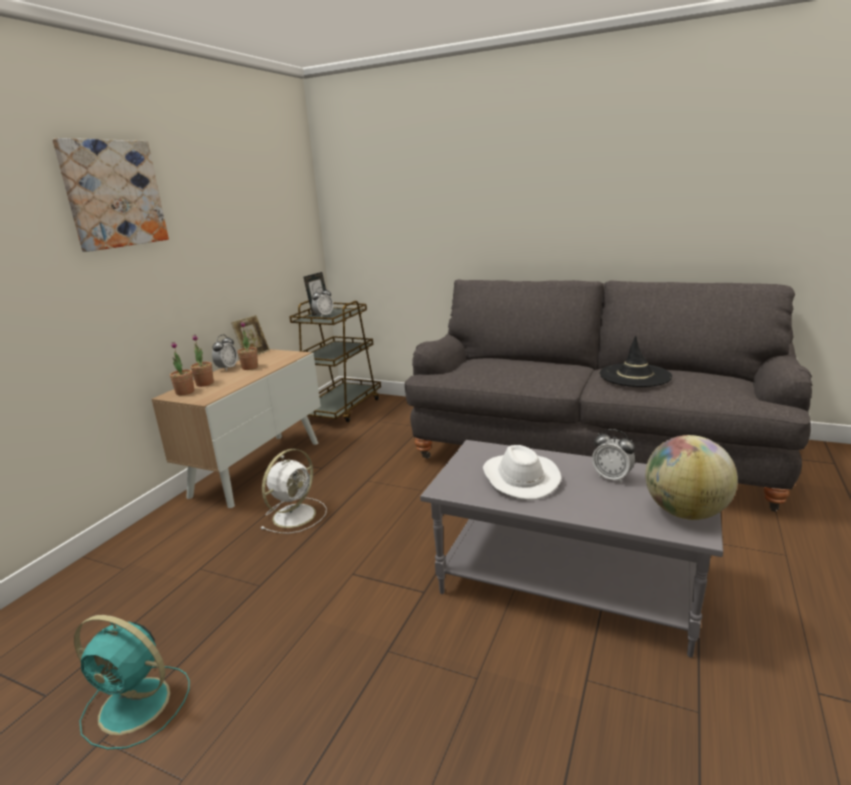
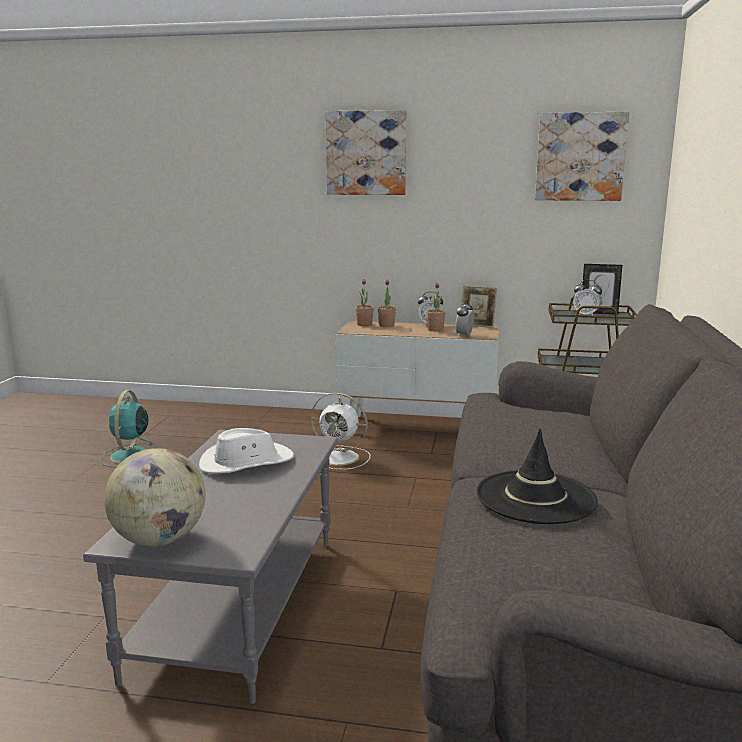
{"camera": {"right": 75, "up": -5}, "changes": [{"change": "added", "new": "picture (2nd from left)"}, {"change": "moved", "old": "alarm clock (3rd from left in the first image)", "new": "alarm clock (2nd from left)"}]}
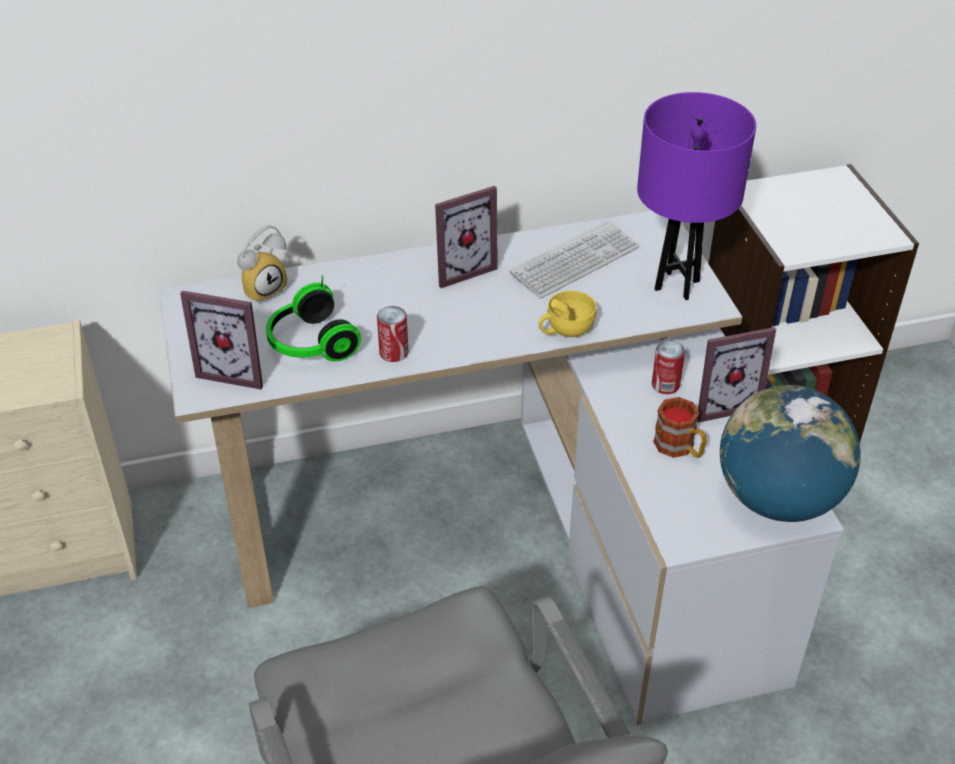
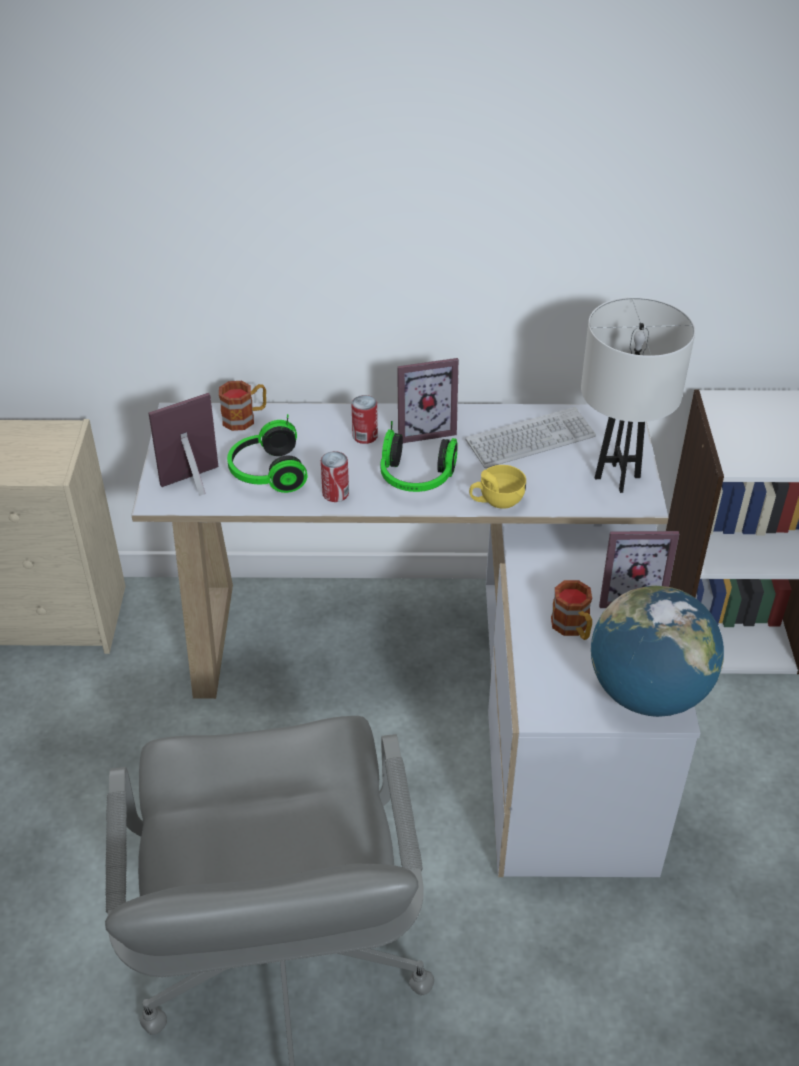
{"camera": {"right": 15, "up": 0}, "changes": [{"change": "added", "new": "headphones (2nd from left)"}, {"change": "moved", "old": "can (2nd from left)"}, {"change": "replaced", "old": "alarm clock", "new": "mug (1st from left)"}, {"change": "recoloured", "old": "table lamp in purple", "new": "table lamp in white"}, {"change": "turned", "old": "picture frame (1st from left)", "degrees": 120}]}
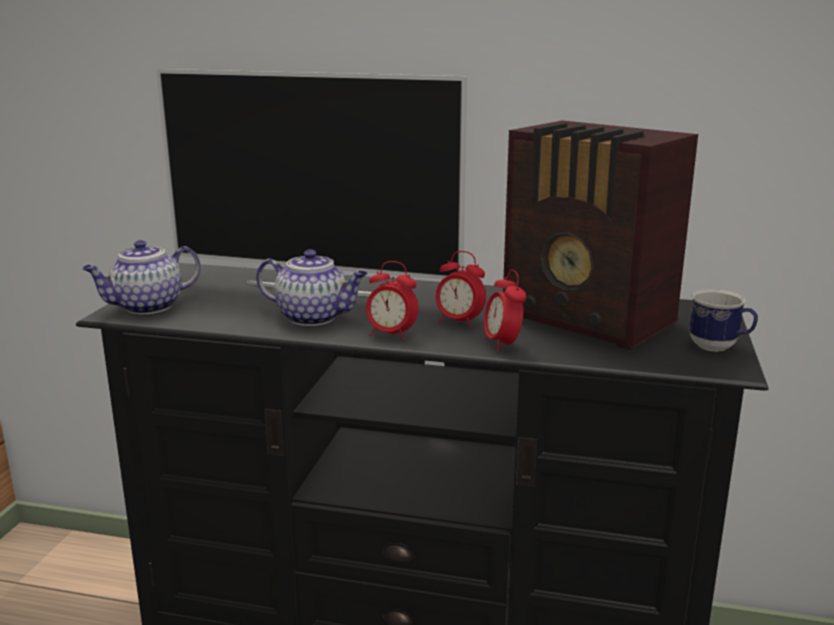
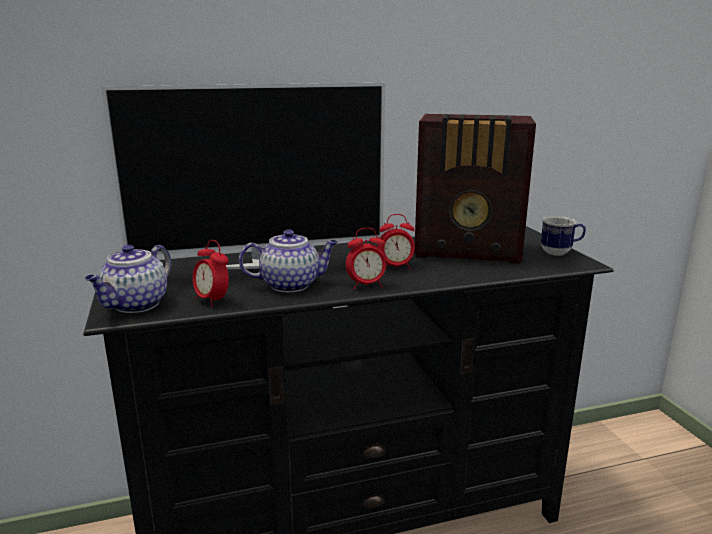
{"camera": {"right": -30, "up": 0}, "changes": [{"change": "moved", "old": "alarm clock (3rd from left in the first image)", "new": "alarm clock (1st from left)"}]}
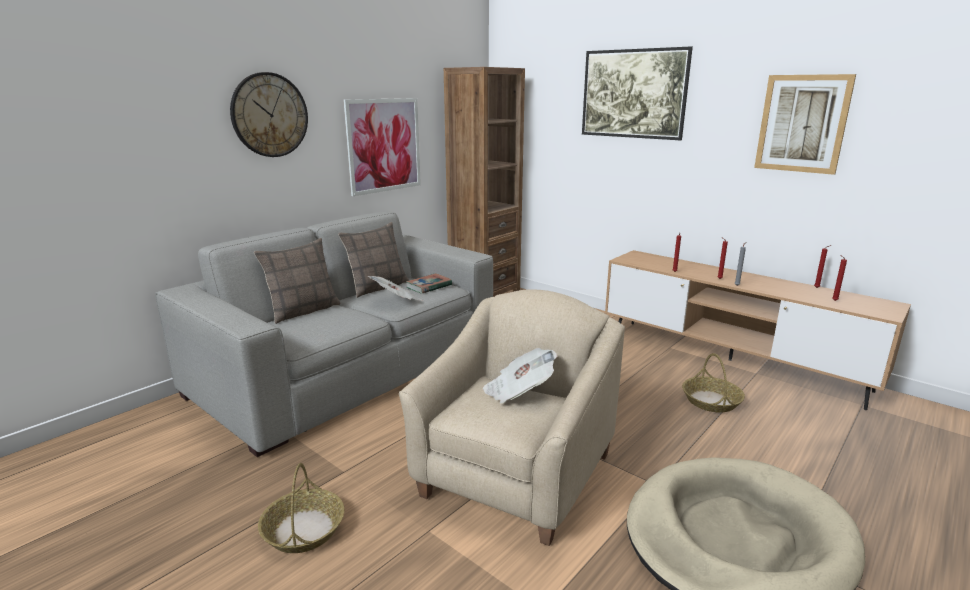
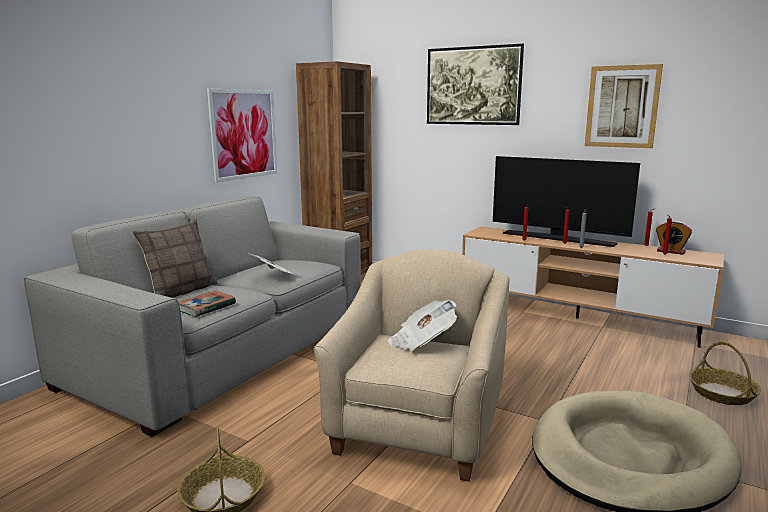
{"camera": {"right": -10, "up": -5}, "changes": [{"change": "removed", "old": "wall clock"}, {"change": "removed", "old": "pillow (2nd from left)"}, {"change": "added", "new": "television"}, {"change": "added", "new": "alarm clock"}, {"change": "moved", "old": "book"}, {"change": "moved", "old": "basket (2nd from left)"}]}
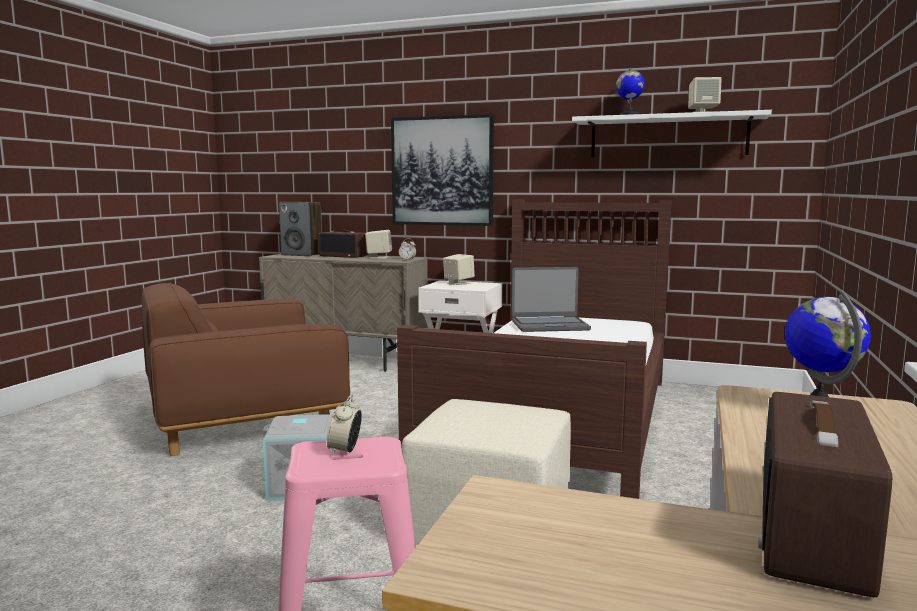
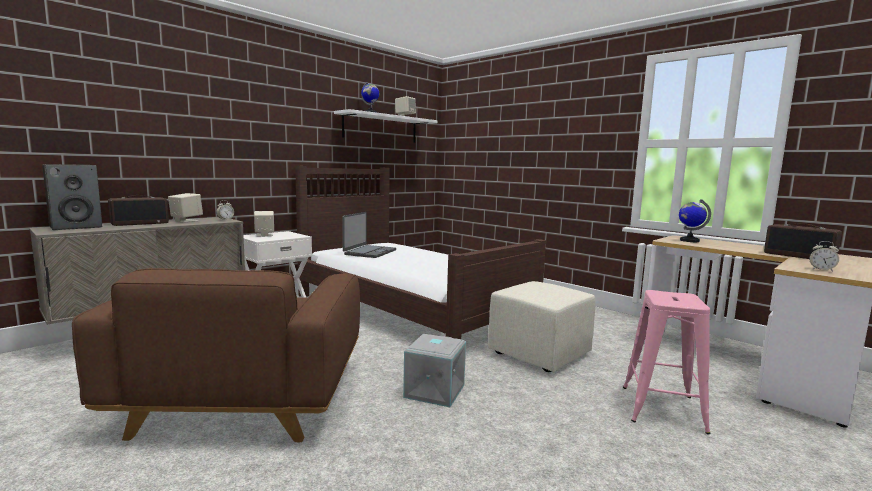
{"camera": {"right": -65, "up": 0}, "changes": [{"change": "removed", "old": "picture"}, {"change": "moved", "old": "alarm clock (1st from left in the first image)", "new": "alarm clock (2nd from left)"}]}
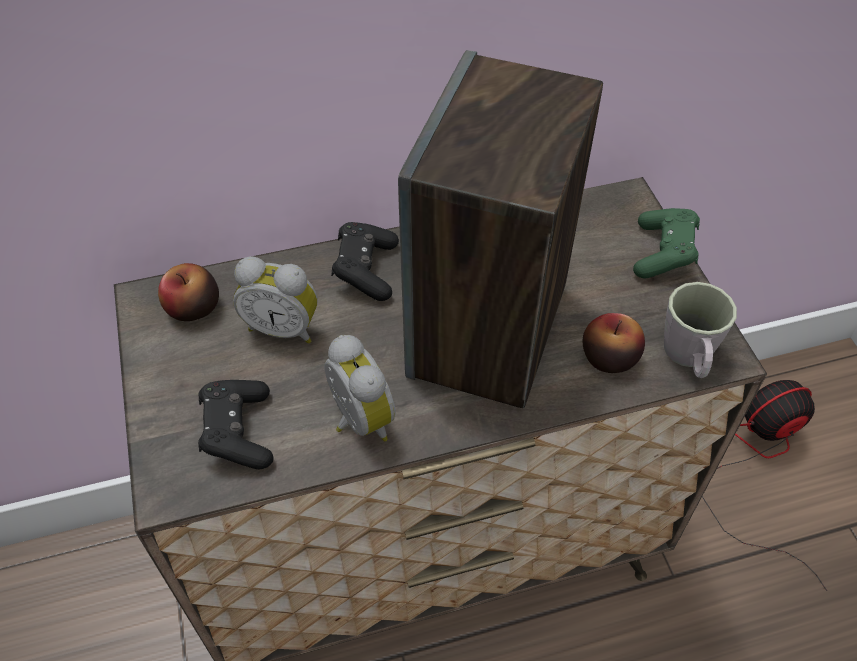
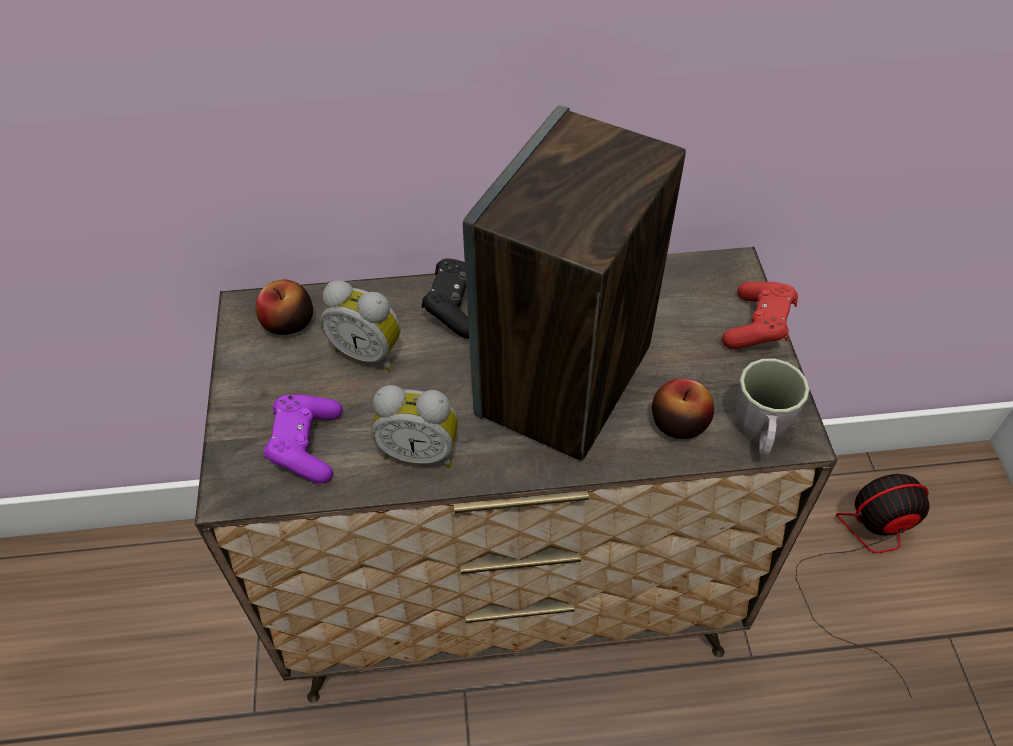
{"camera": {"right": 10, "up": 0}, "changes": [{"change": "recoloured", "old": "game controller in black (1st from left)", "new": "game controller in purple"}, {"change": "recoloured", "old": "game controller in green", "new": "game controller in red"}, {"change": "turned", "old": "alarm clock (2nd from left)", "degrees": 120}]}
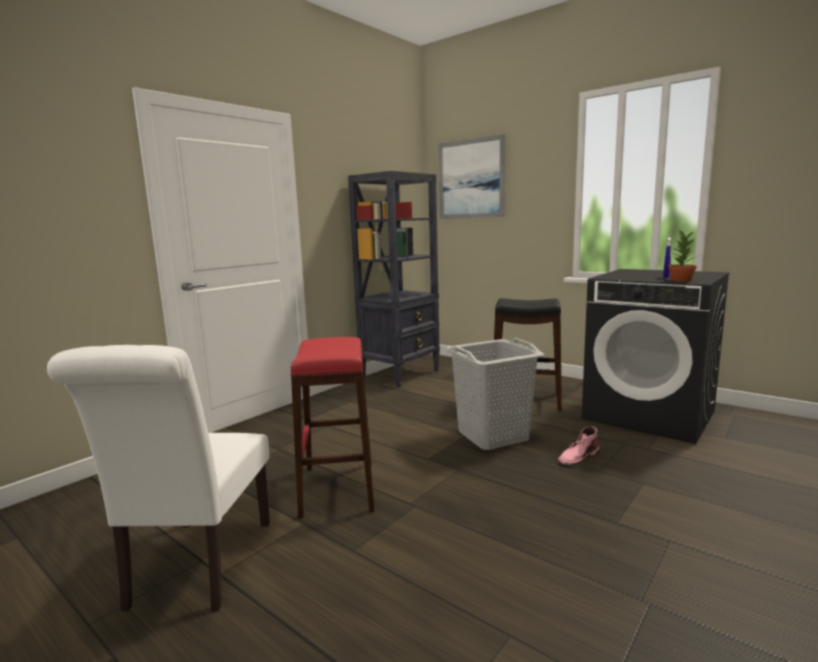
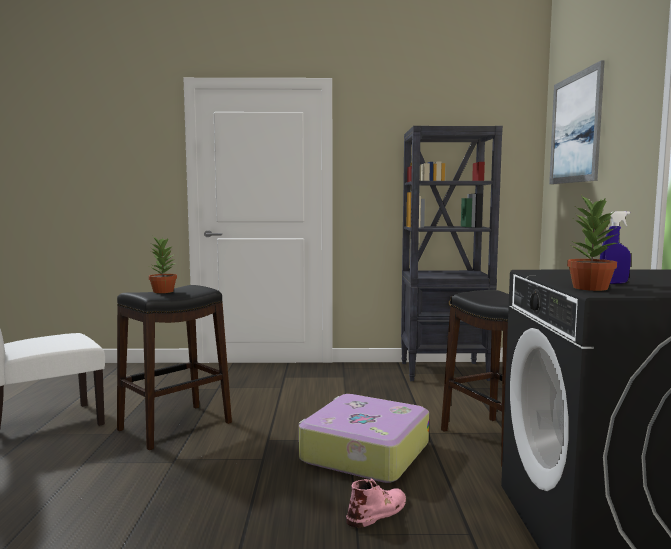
{"camera": {"right": 50, "up": -5}, "changes": [{"change": "added", "new": "potted plant (1st from left)"}, {"change": "replaced", "old": "laundry basket in grey", "new": "suitcase"}, {"change": "recoloured", "old": "stool in red", "new": "stool in black (1st from left)"}, {"change": "turned", "old": "boot in pink", "degrees": 120}]}
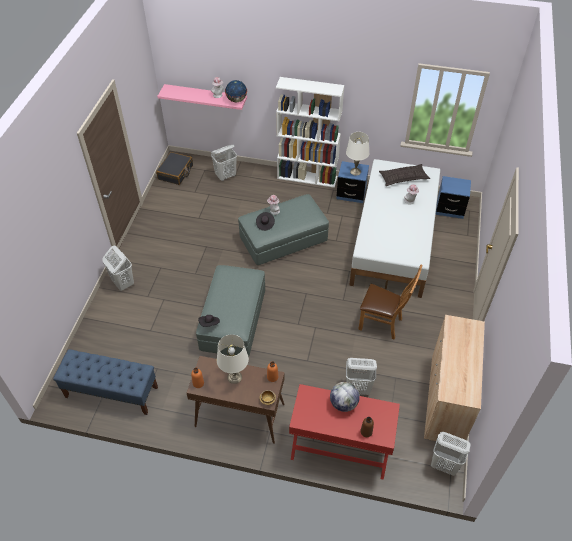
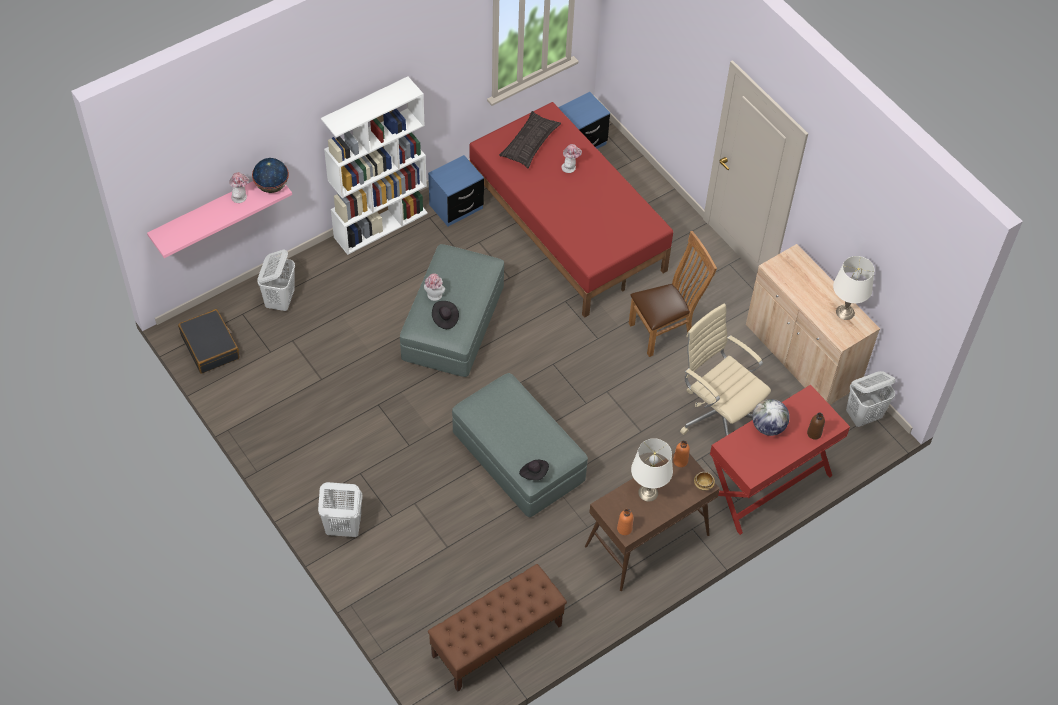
{"camera": {"right": -50, "up": 5}, "changes": [{"change": "moved", "old": "table lamp in white (2nd from left)"}, {"change": "replaced", "old": "laundry basket in white (3rd from left)", "new": "office chair in beige"}, {"change": "recoloured", "old": "bench in blue", "new": "bench in brown"}, {"change": "recoloured", "old": "bed in white", "new": "bed in red"}]}
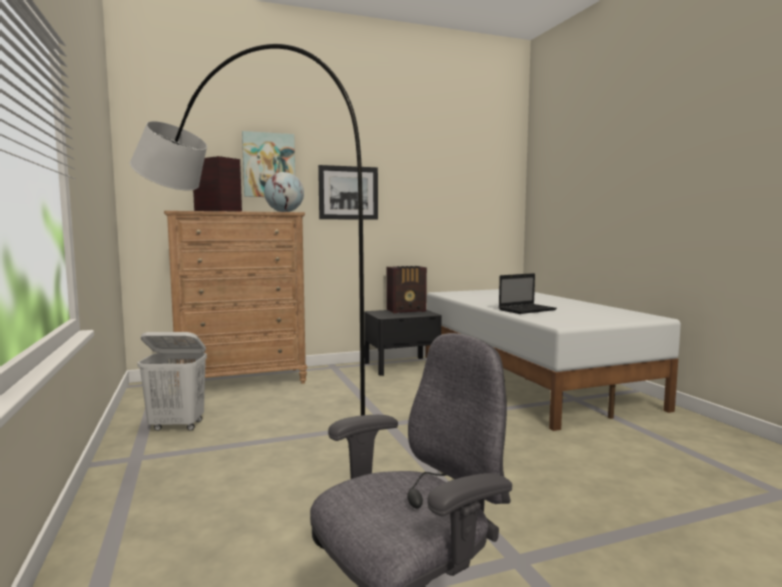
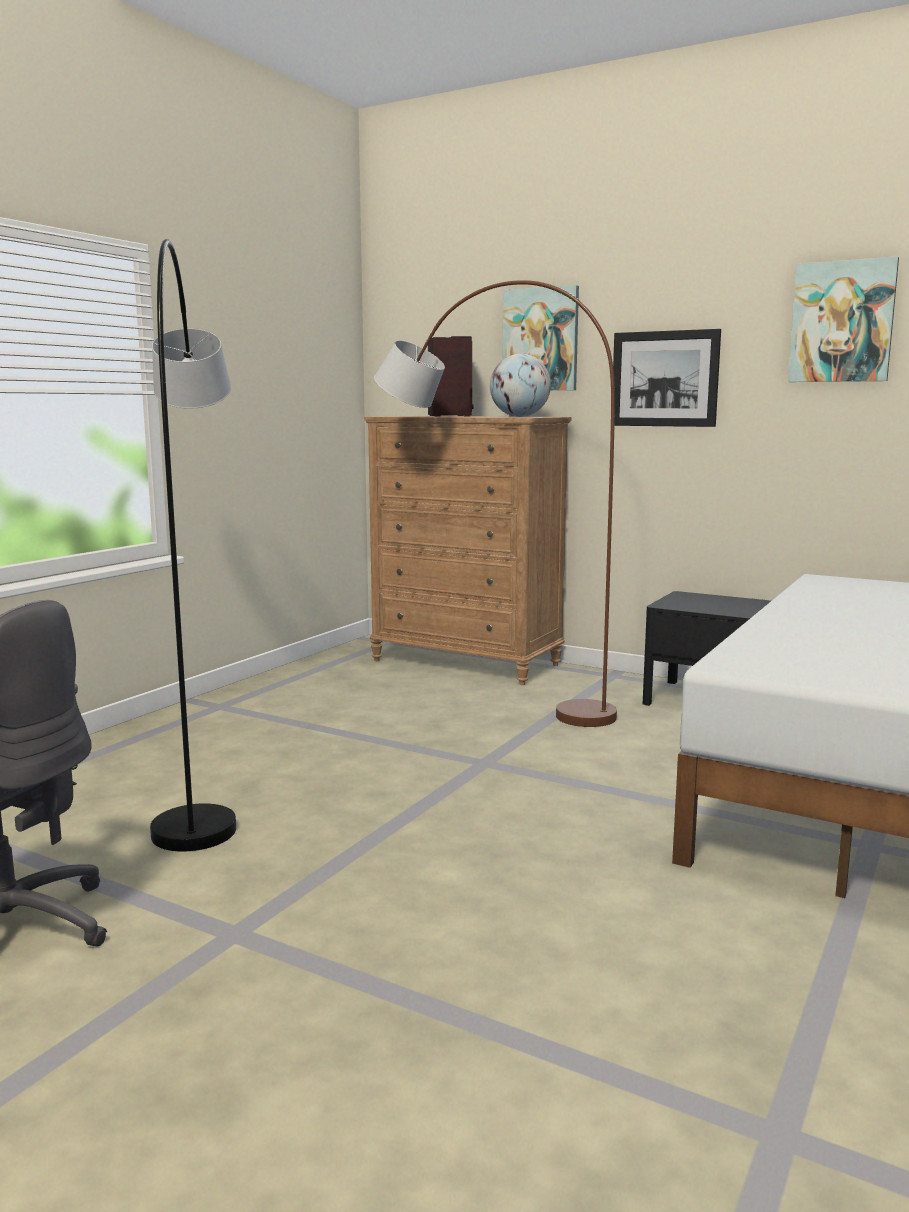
{"camera": {"right": 50, "up": 5}, "changes": [{"change": "removed", "old": "laundry basket in white"}, {"change": "removed", "old": "radio (2nd from left)"}, {"change": "removed", "old": "laptop"}, {"change": "added", "new": "floor lamp in brown"}, {"change": "added", "new": "picture (3rd from left)"}]}
